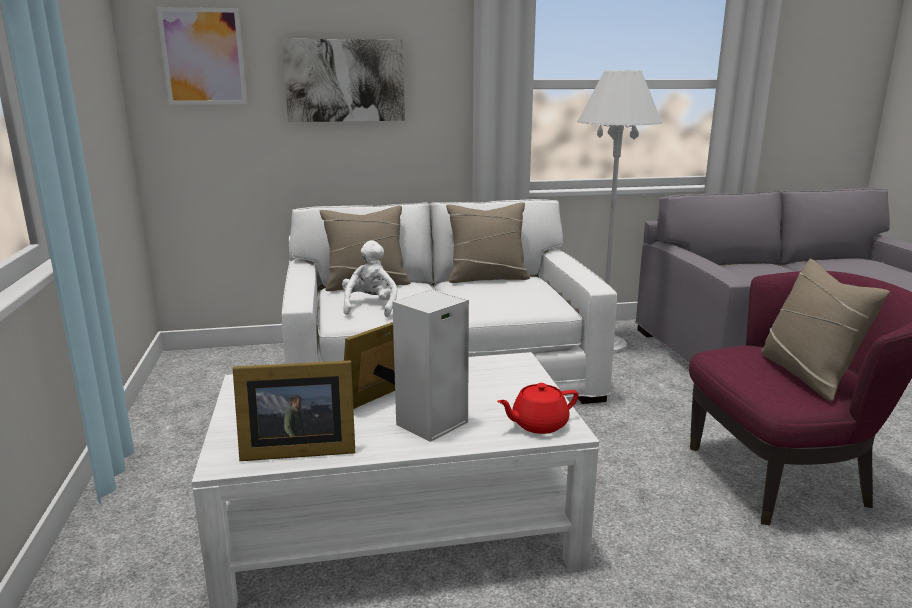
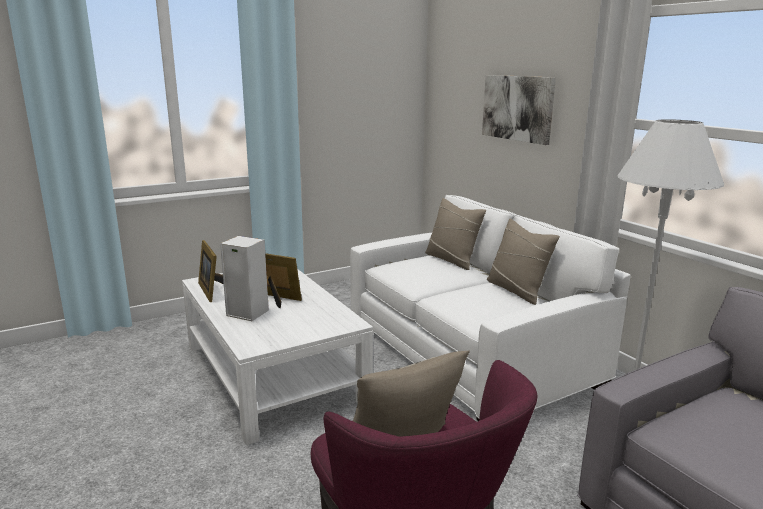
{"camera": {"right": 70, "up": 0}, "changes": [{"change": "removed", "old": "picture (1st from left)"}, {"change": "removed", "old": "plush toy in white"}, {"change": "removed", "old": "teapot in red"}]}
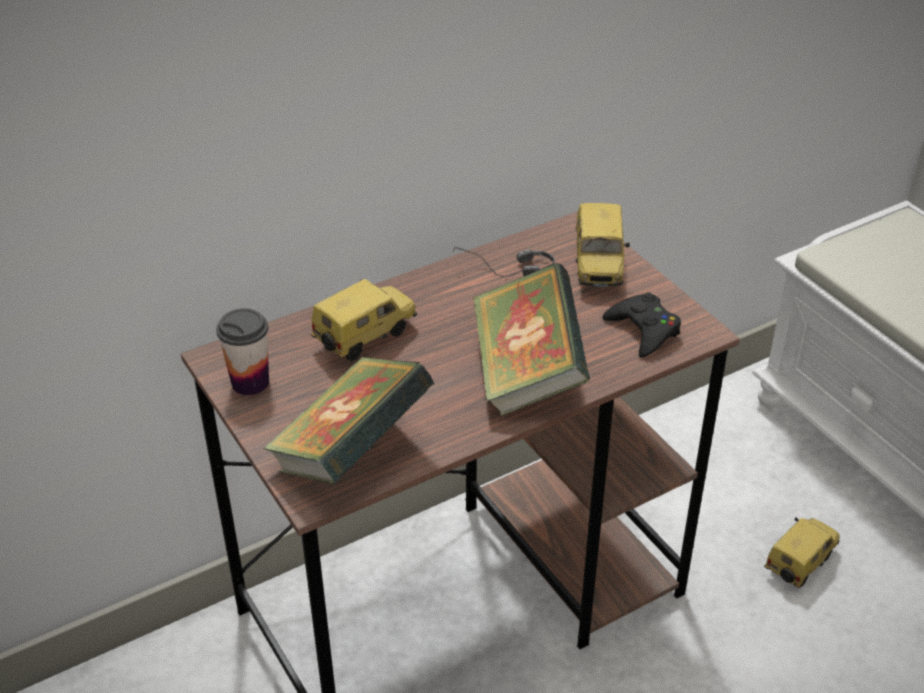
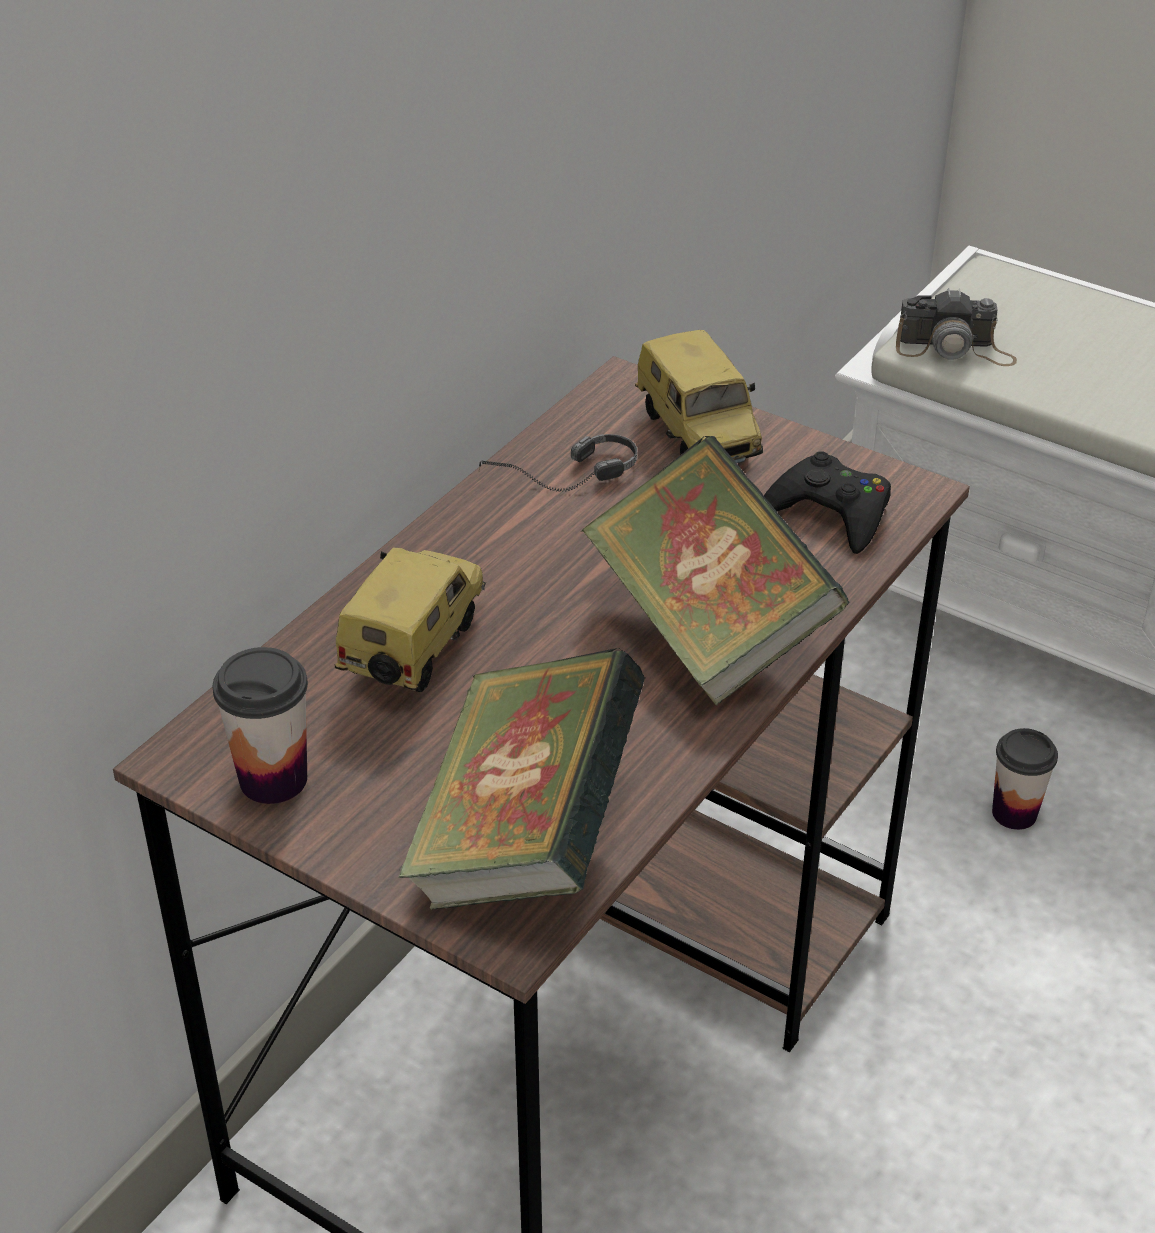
{"camera": {"right": -25, "up": 0}, "changes": [{"change": "added", "new": "photo camera"}, {"change": "replaced", "old": "toy car (3rd from left)", "new": "cup (2nd from left)"}]}
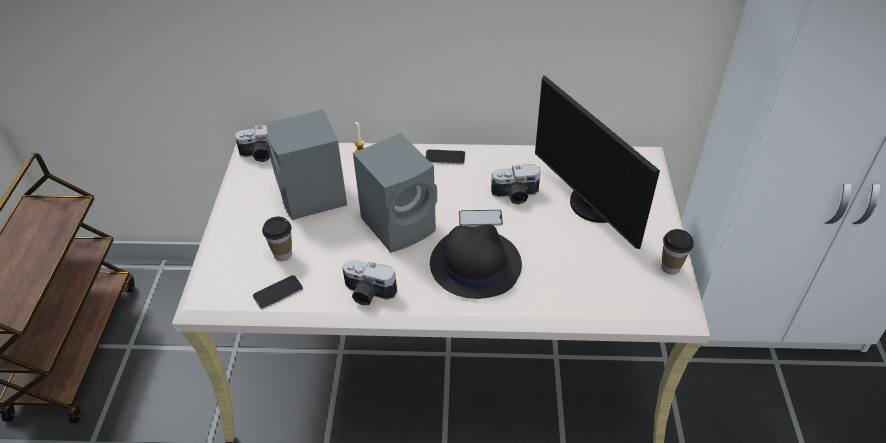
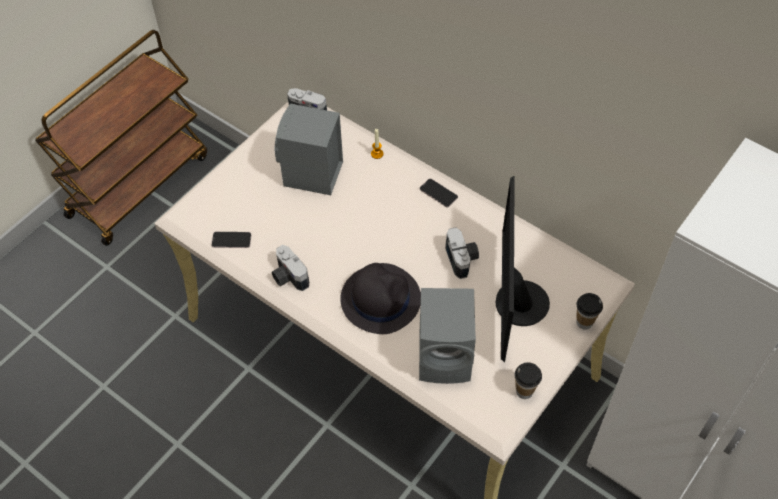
{"camera": {"right": 35, "up": 10}, "changes": [{"change": "removed", "old": "phone (3rd from left)"}, {"change": "moved", "old": "cup (1st from left in the first image)", "new": "cup (2nd from left)"}, {"change": "moved", "old": "speaker in grey (2nd from left)"}, {"change": "turned", "old": "photo camera (3rd from left)", "degrees": -135}]}
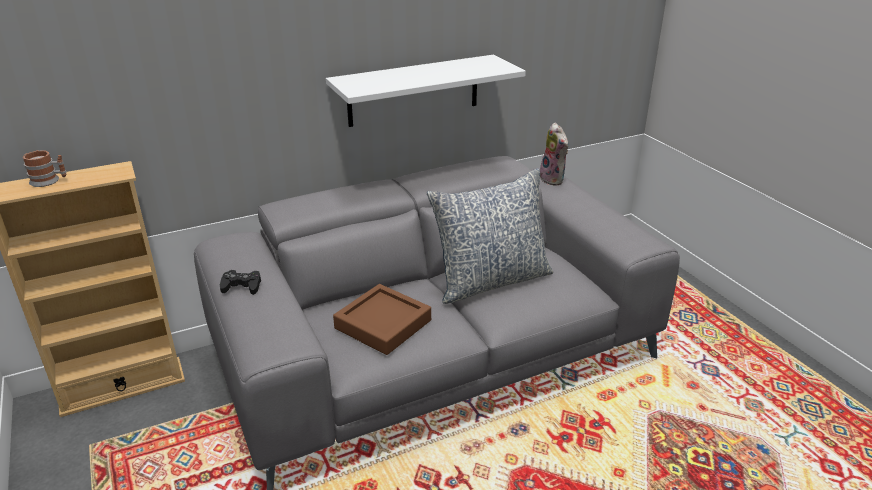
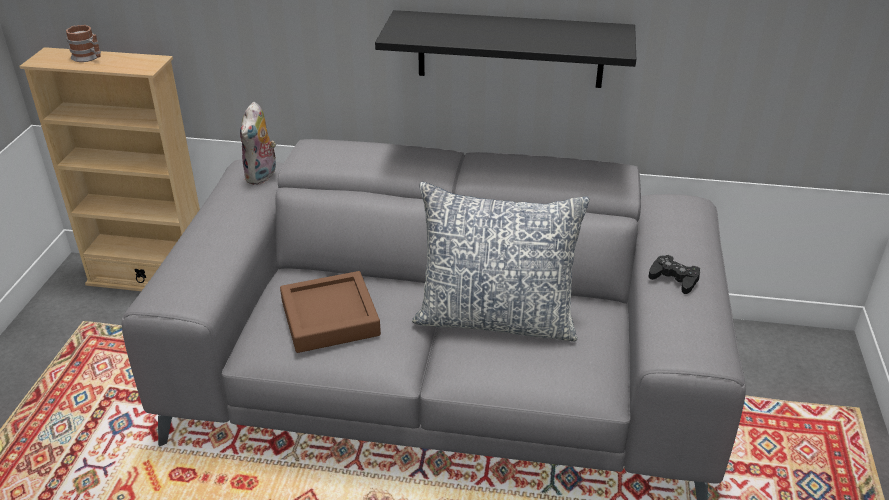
{"camera": {"right": 35, "up": 5}, "changes": [{"change": "moved", "old": "game controller in black"}, {"change": "moved", "old": "plush toy"}, {"change": "recoloured", "old": "shelf in white", "new": "shelf in black"}]}
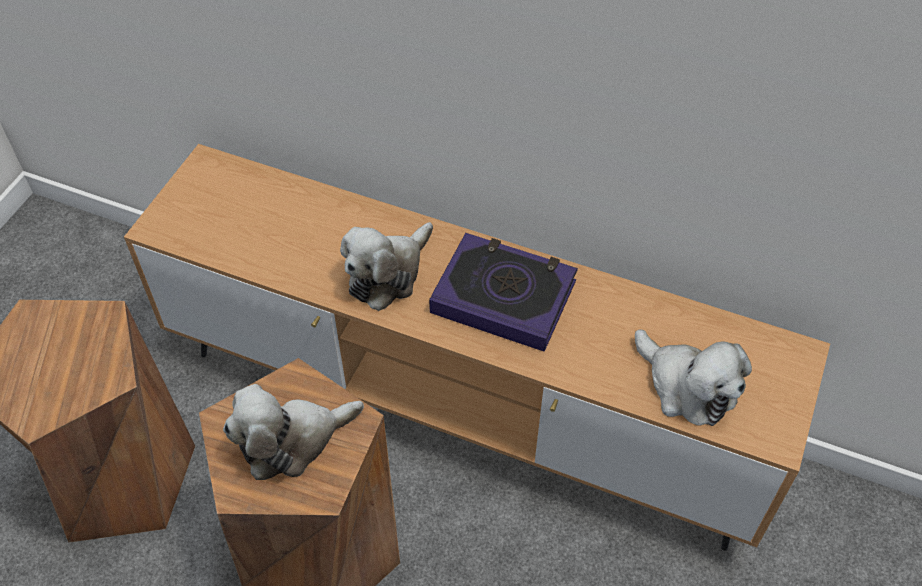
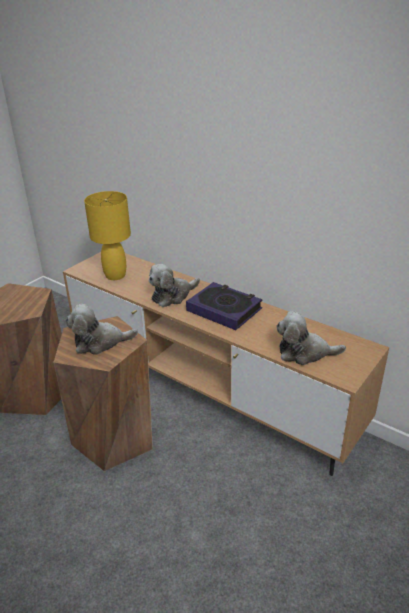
{"camera": {"right": 15, "up": -20}, "changes": [{"change": "added", "new": "table lamp in yellow"}, {"change": "turned", "old": "plush toy (3rd from left)", "degrees": 120}]}
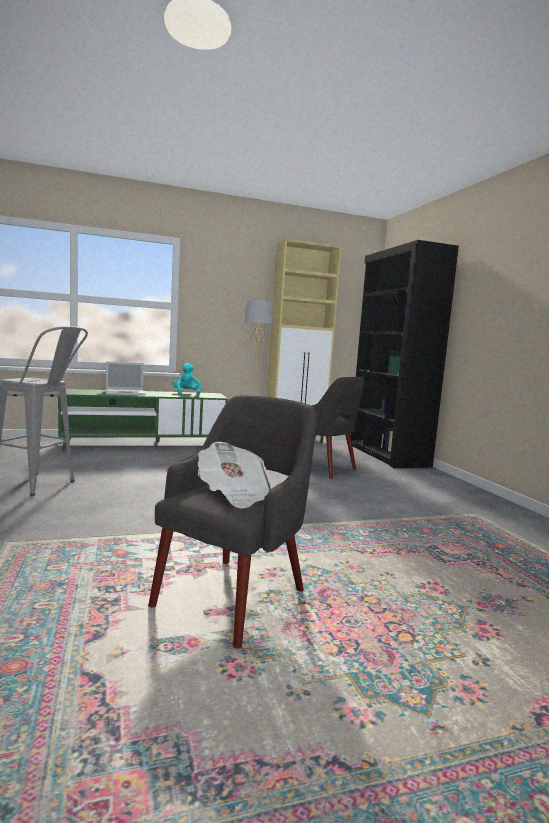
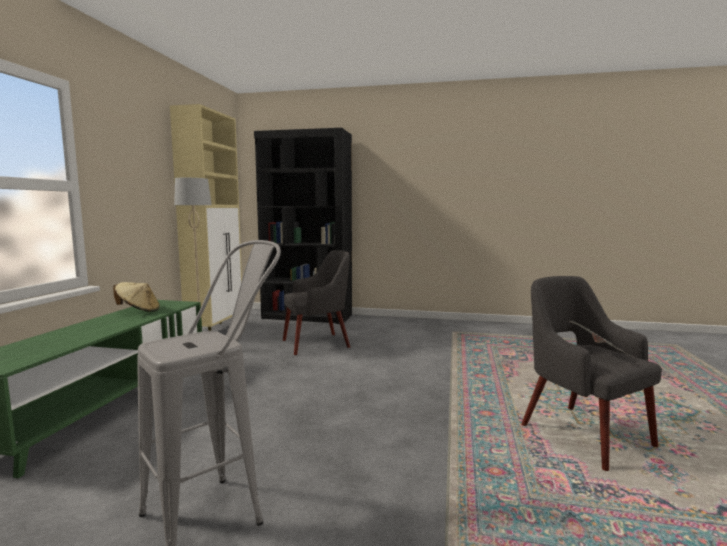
{"camera": {"right": -60, "up": 0}, "changes": [{"change": "removed", "old": "laptop"}, {"change": "replaced", "old": "plush toy in turquoise", "new": "hat in beige"}]}
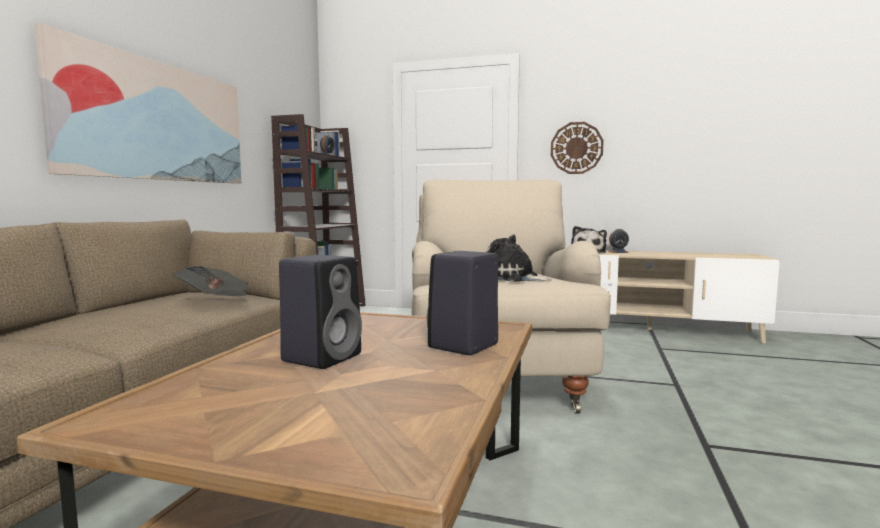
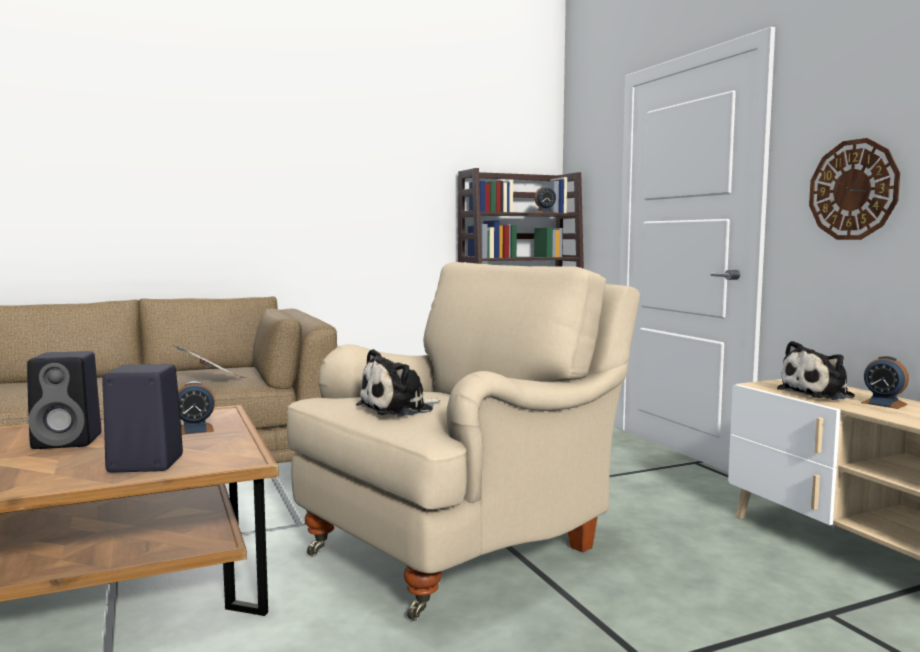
{"camera": {"right": 50, "up": 0}, "changes": [{"change": "removed", "old": "picture"}, {"change": "added", "new": "alarm clock (1st from left)"}, {"change": "turned", "old": "plush toy (1st from left)", "degrees": -120}]}
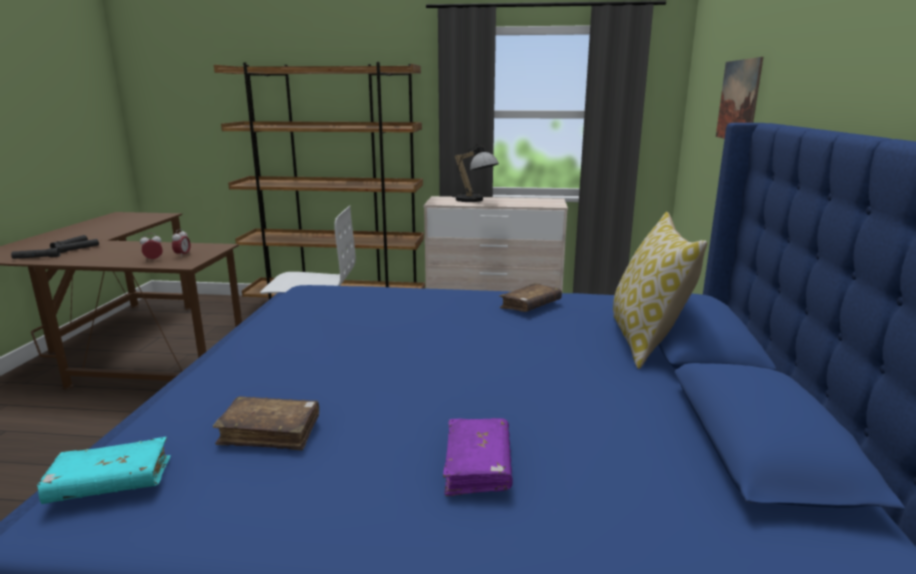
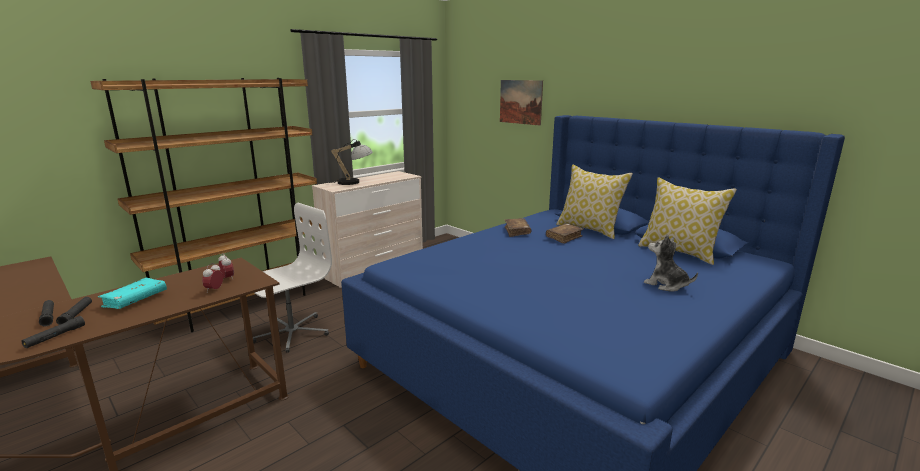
{"camera": {"right": -50, "up": 0}, "changes": [{"change": "added", "new": "pillow (2nd from left)"}, {"change": "moved", "old": "book in turquoise"}, {"change": "moved", "old": "book in brown (1st from left in the first image)", "new": "book in brown (2nd from left)"}, {"change": "replaced", "old": "book in purple", "new": "plush toy"}]}
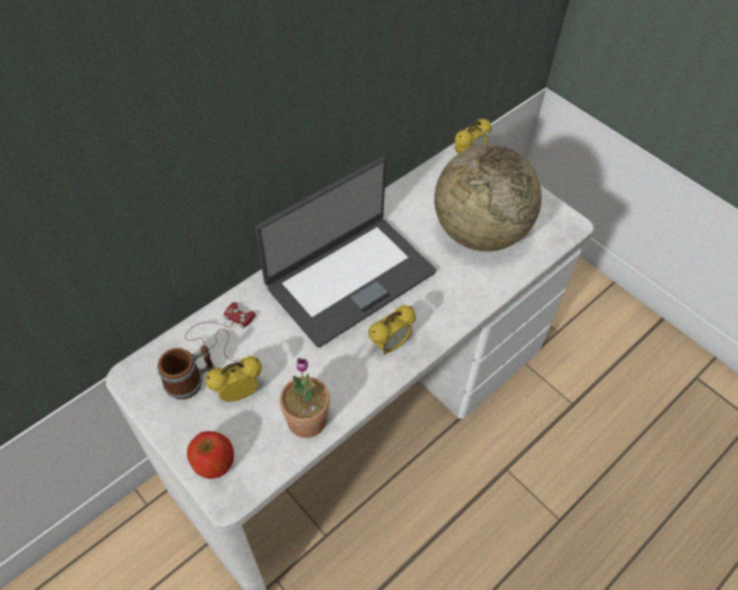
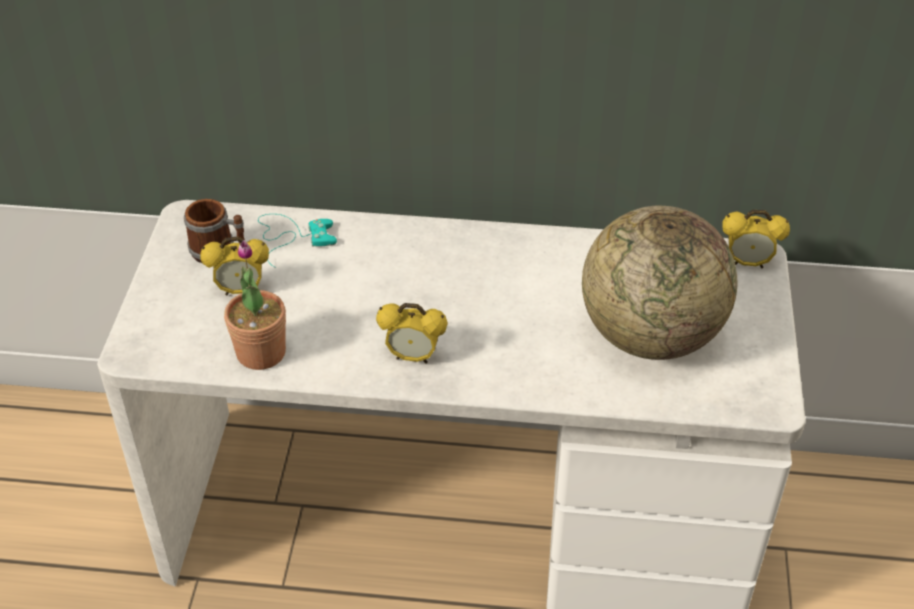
{"camera": {"right": 50, "up": -10}, "changes": [{"change": "removed", "old": "apple"}, {"change": "removed", "old": "laptop"}, {"change": "recoloured", "old": "game controller in red", "new": "game controller in turquoise"}, {"change": "turned", "old": "alarm clock (1st from left)", "degrees": 150}]}
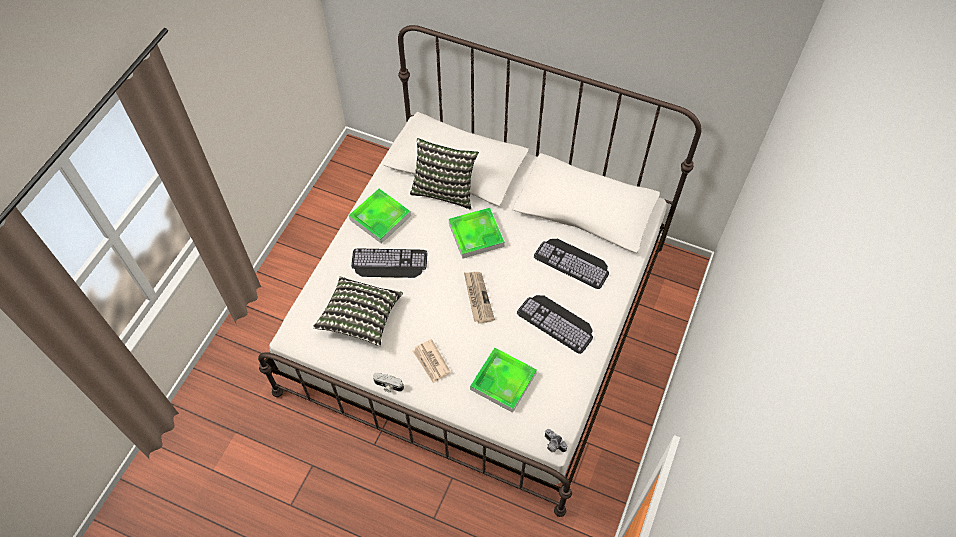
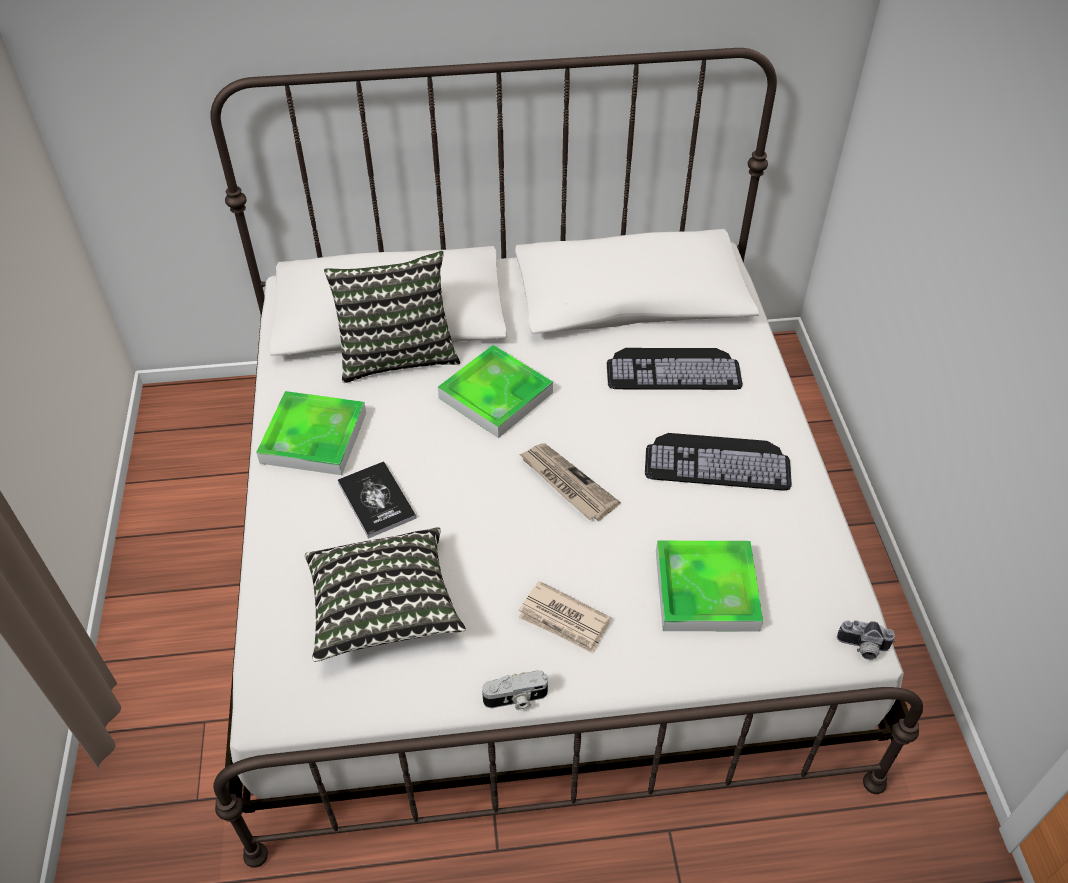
{"camera": {"right": -30, "up": -10}, "changes": [{"change": "replaced", "old": "keyboard (1st from left)", "new": "book"}]}
